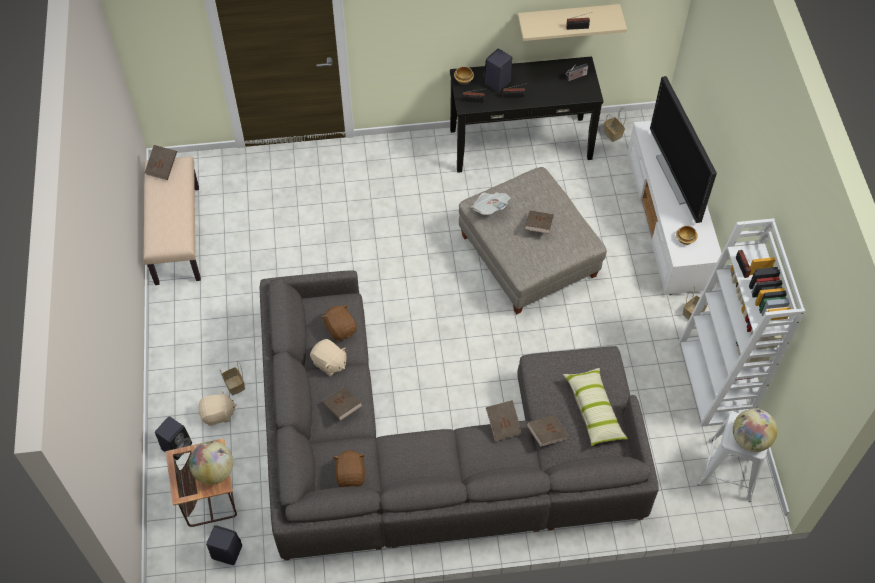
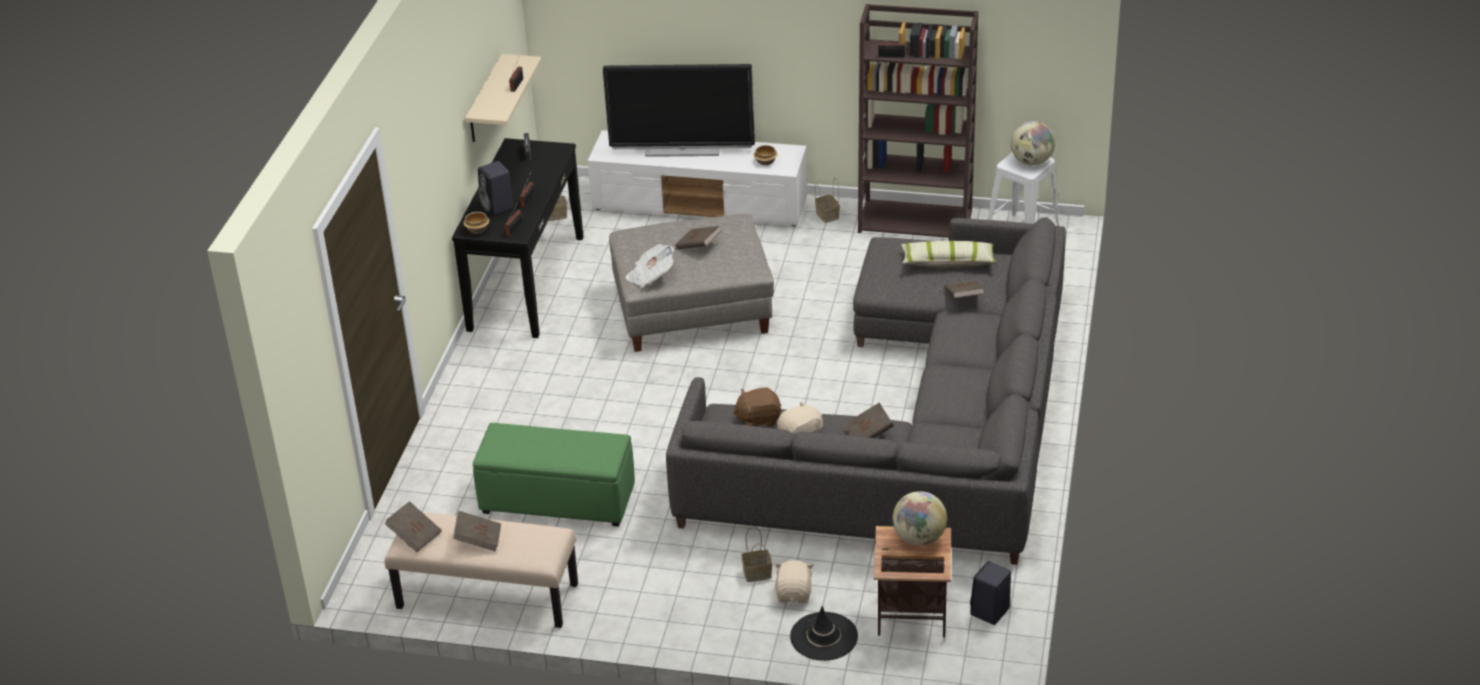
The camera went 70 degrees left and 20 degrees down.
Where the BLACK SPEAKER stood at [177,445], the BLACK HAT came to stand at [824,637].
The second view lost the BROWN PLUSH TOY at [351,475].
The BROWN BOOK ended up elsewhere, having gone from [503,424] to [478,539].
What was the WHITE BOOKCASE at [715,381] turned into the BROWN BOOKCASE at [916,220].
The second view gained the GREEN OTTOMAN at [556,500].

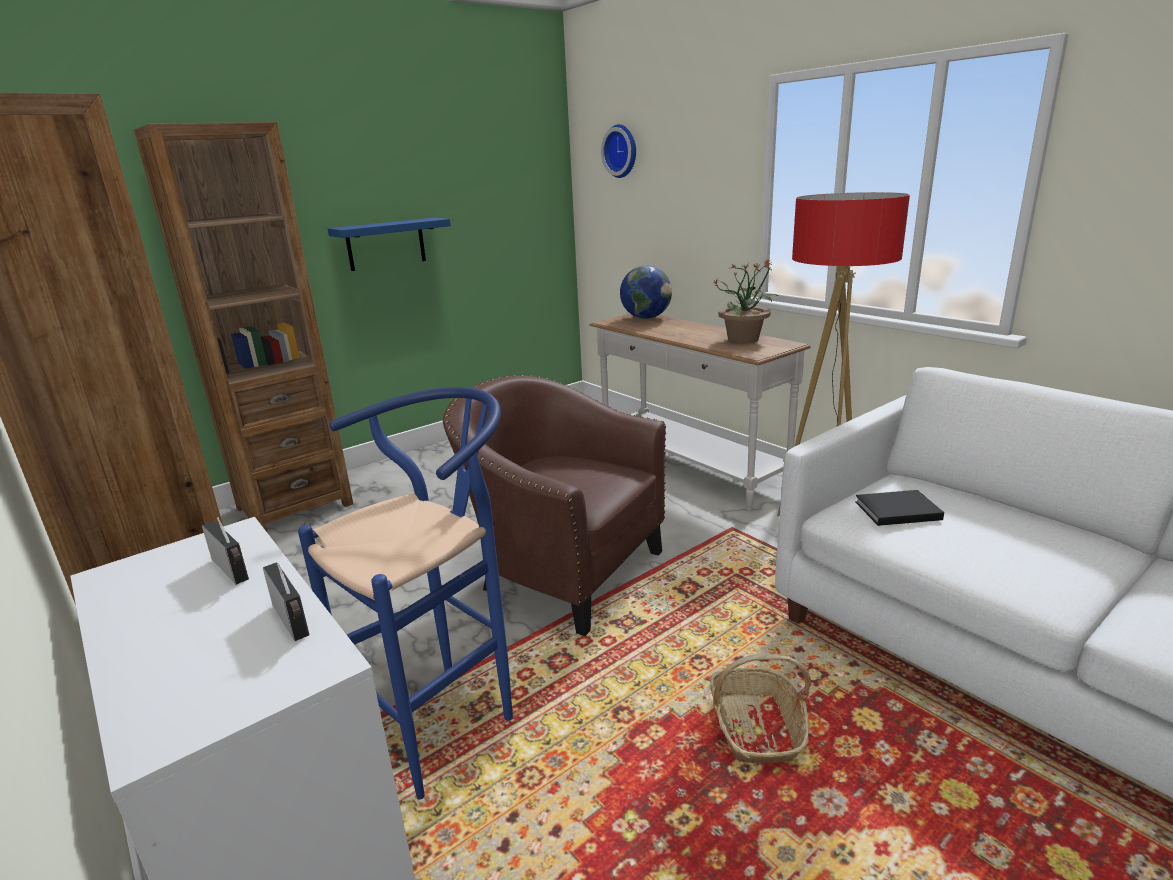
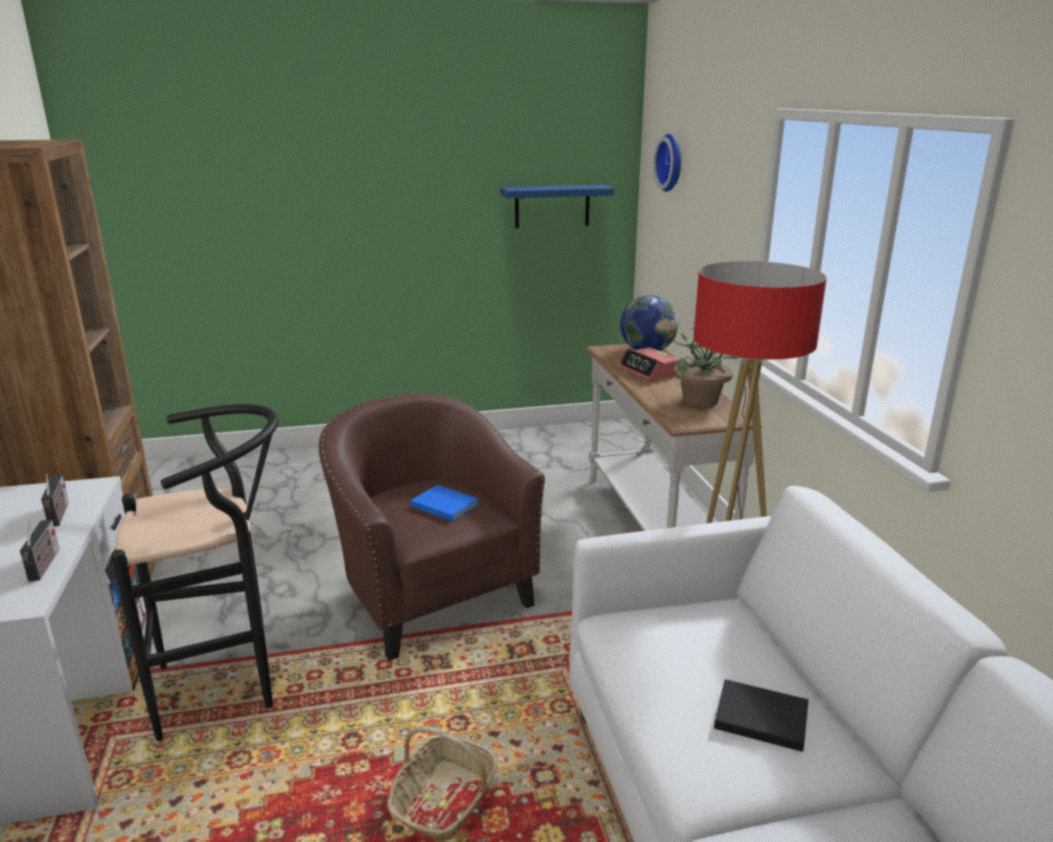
The camera went 25 degrees right and 0 degrees up.
The second view lost the BROWN BOOKCASE at [294,506].
What was the BLUE STOOL at [446,718] turned into the BLACK STOOL at [229,687].
The BLUE SHELF ended up elsewhere, having gone from [386,244] to [552,206].
The BLACK BOOK ended up elsewhere, having gone from [895,510] to [758,716].
The second view gained the BLUE BOOK at [444,504].
The second view gained the ALARM CLOCK at [649,371].

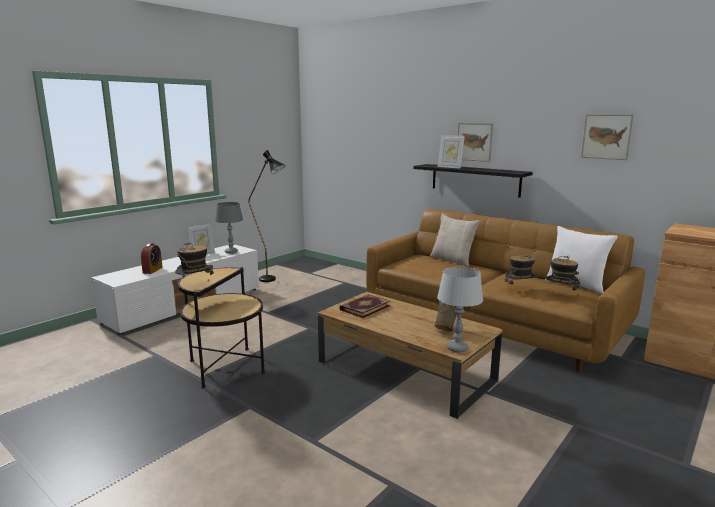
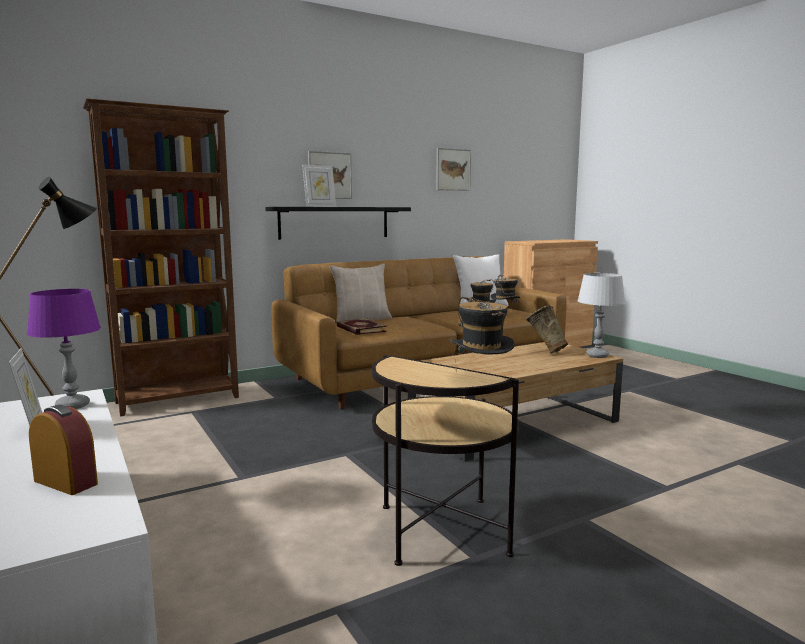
The camera went 70 degrees left and 5 degrees down.
What was the GREY TABLE LAMP at [231,252] turned into the PURPLE TABLE LAMP at [73,405].
The BOOK ended up elsewhere, having gone from [364,307] to [360,329].
The second view gained the BROWN BOOKCASE at [179,400].

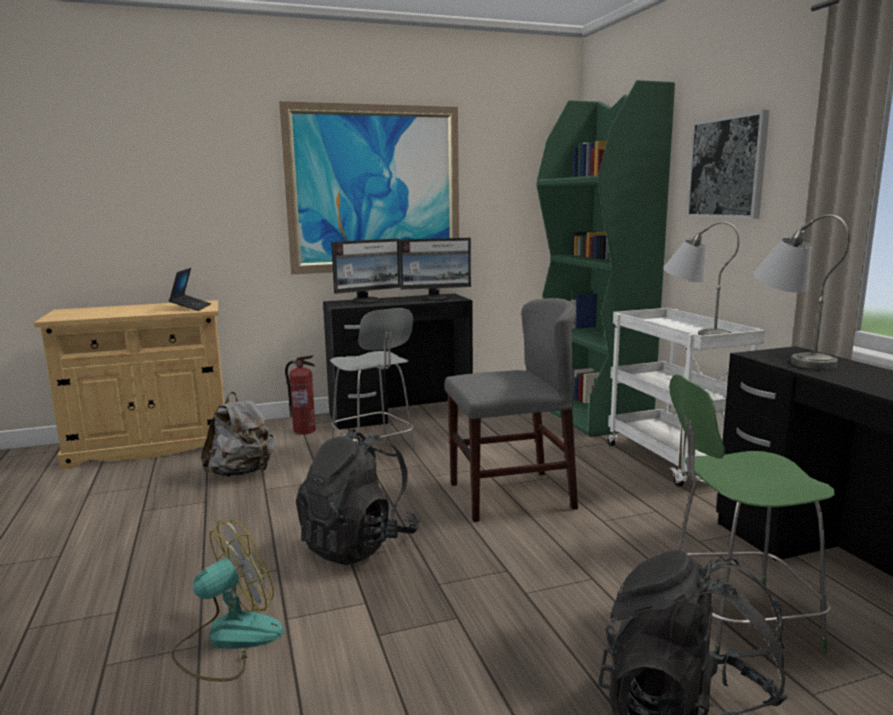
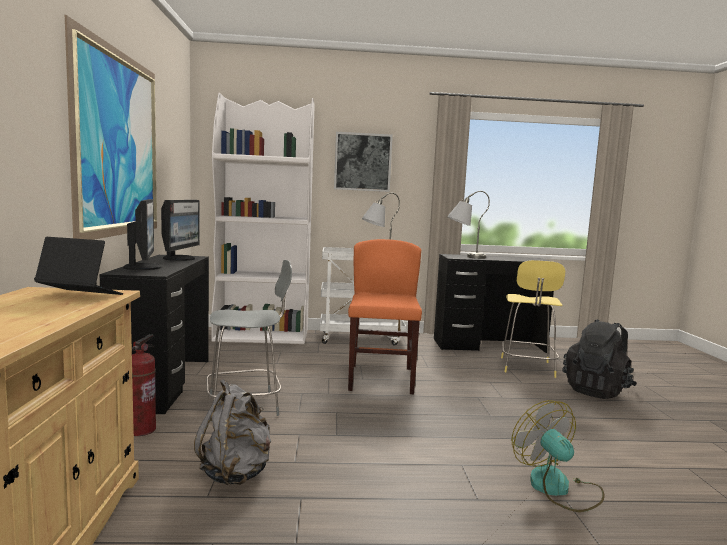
The camera went 75 degrees left and 5 degrees down.
The second view lost the BLACK BACKPACK at [358,544].
What was the GREY CHAIR at [511,496] turned into the ORANGE CHAIR at [381,379].
What was the GREEN BOOKCASE at [590,414] turned into the WHITE BOOKCASE at [263,335].
What was the GREEN STOOL at [735,621] turned into the YELLOW STOOL at [527,368].

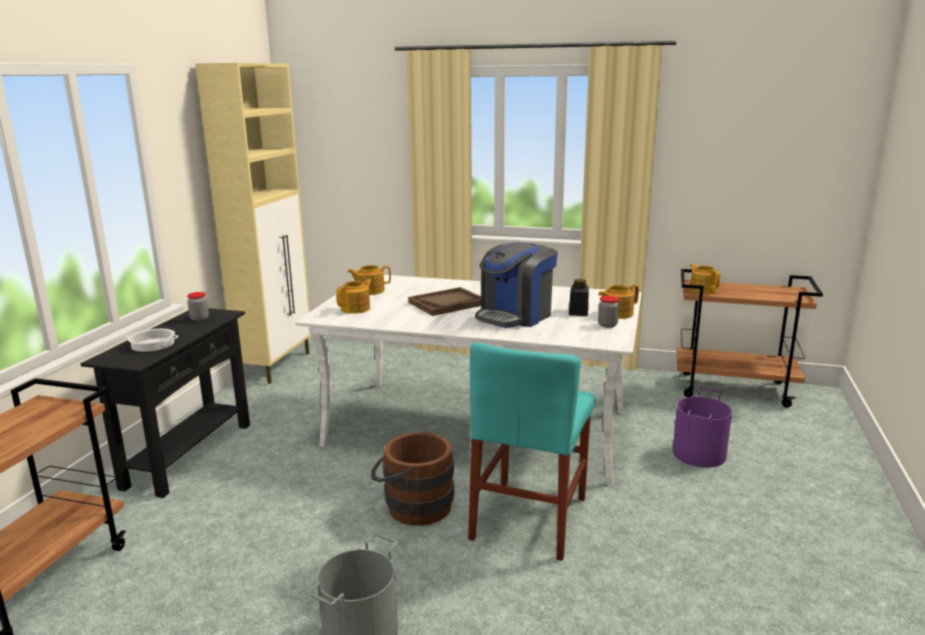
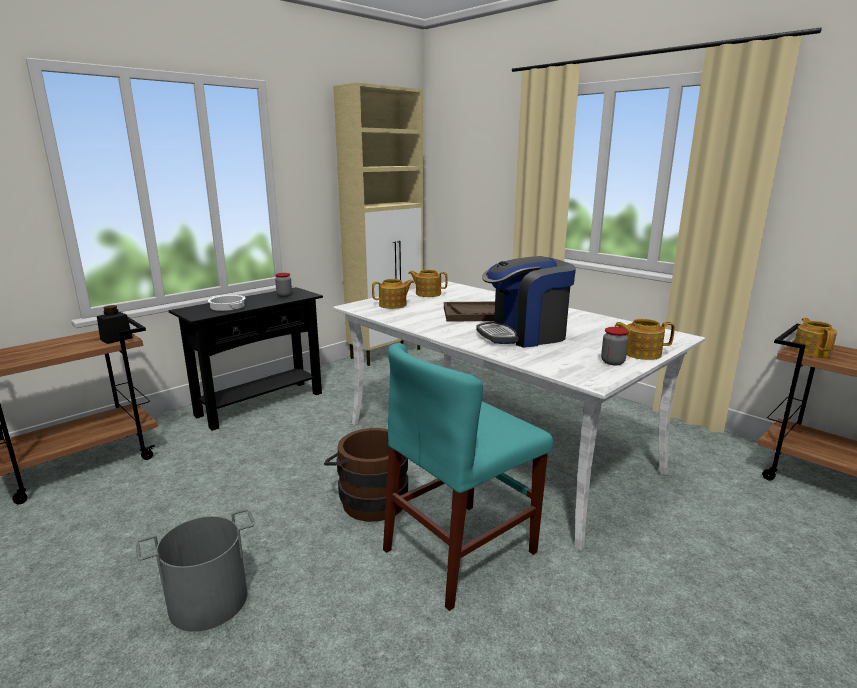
The camera went 30 degrees right and 0 degrees up.
The BLACK JAR ended up elsewhere, having gone from [578,312] to [116,339].
The second view lost the PURPLE BUCKET at [700,454].

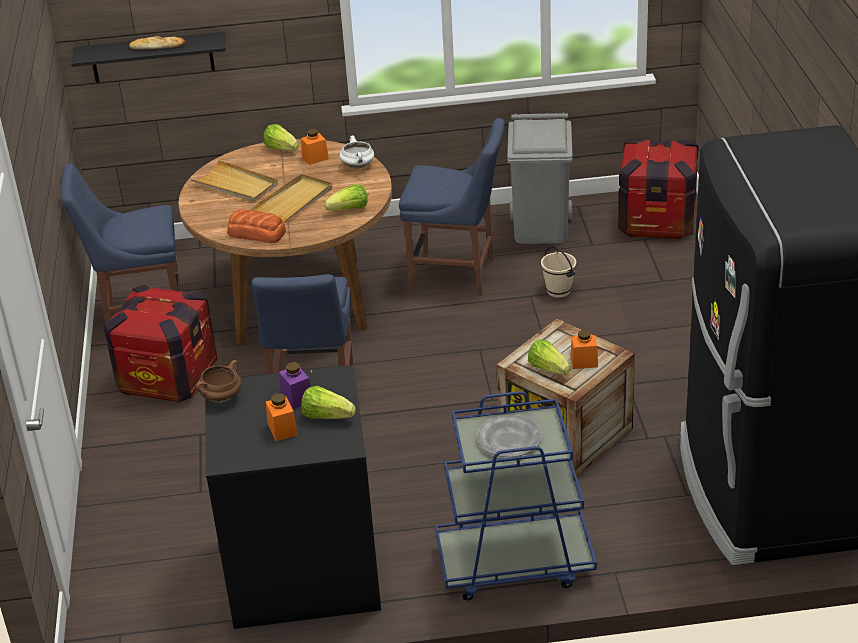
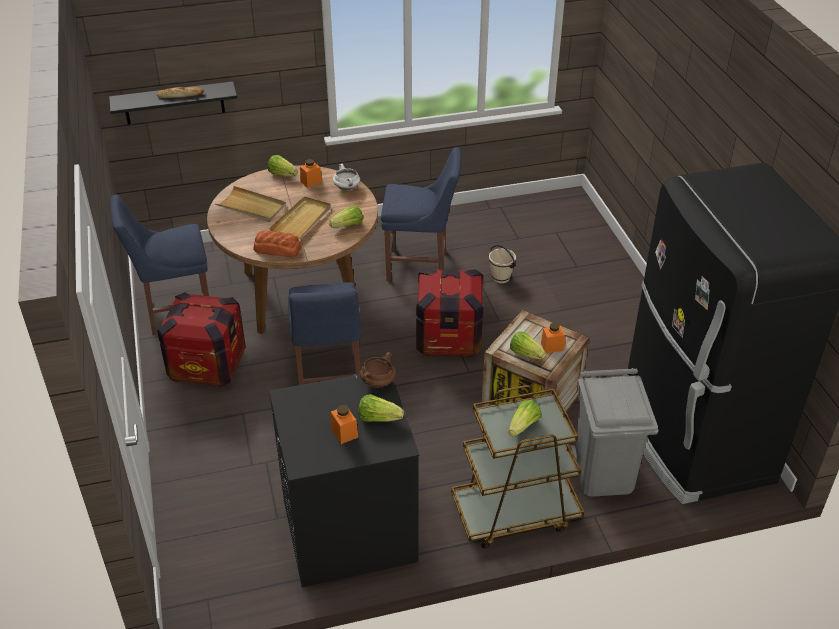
The camera went 10 degrees left and 5 degrees up.
The BROWN COOKING POT ended up elsewhere, having gone from [221,398] to [378,383].
The second view lost the PURPLE JAR at [296,398].
What was the BLUE CART at [514,563] turned into the BROWN CART at [515,513].
Where the GREY PLATE stood at [510,440], the LETTUCE came to stand at [523,426].
The GREY TRASH CAN ended up elsewhere, having gone from [541,228] to [604,474].
The CRATE ended up elsewhere, having gone from [657,221] to [449,337].

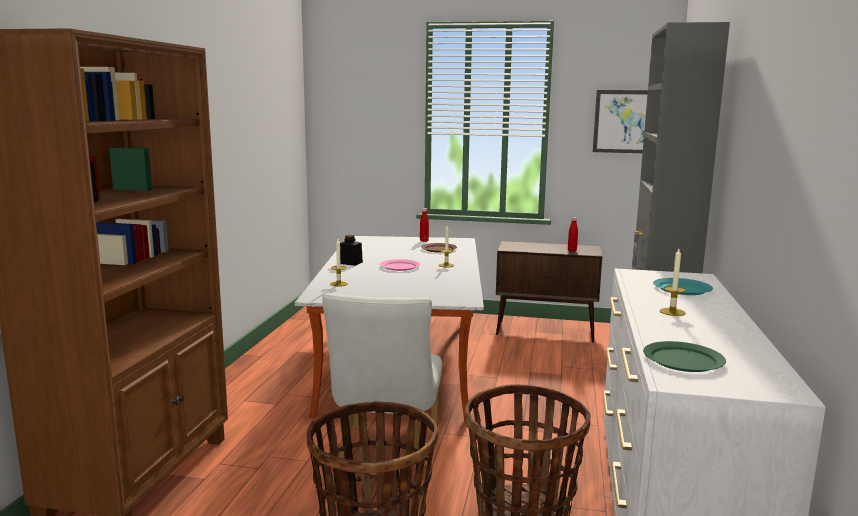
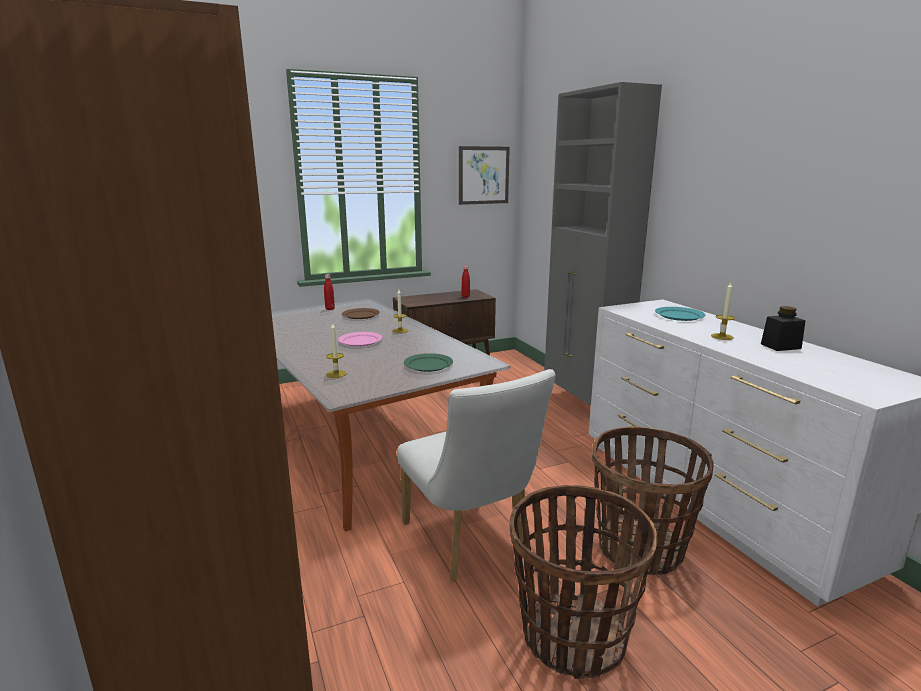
The camera went 35 degrees left and 5 degrees up.
The BLACK JAR ended up elsewhere, having gone from [350,263] to [780,346].
The GREEN PLATE ended up elsewhere, having gone from [683,360] to [428,365].

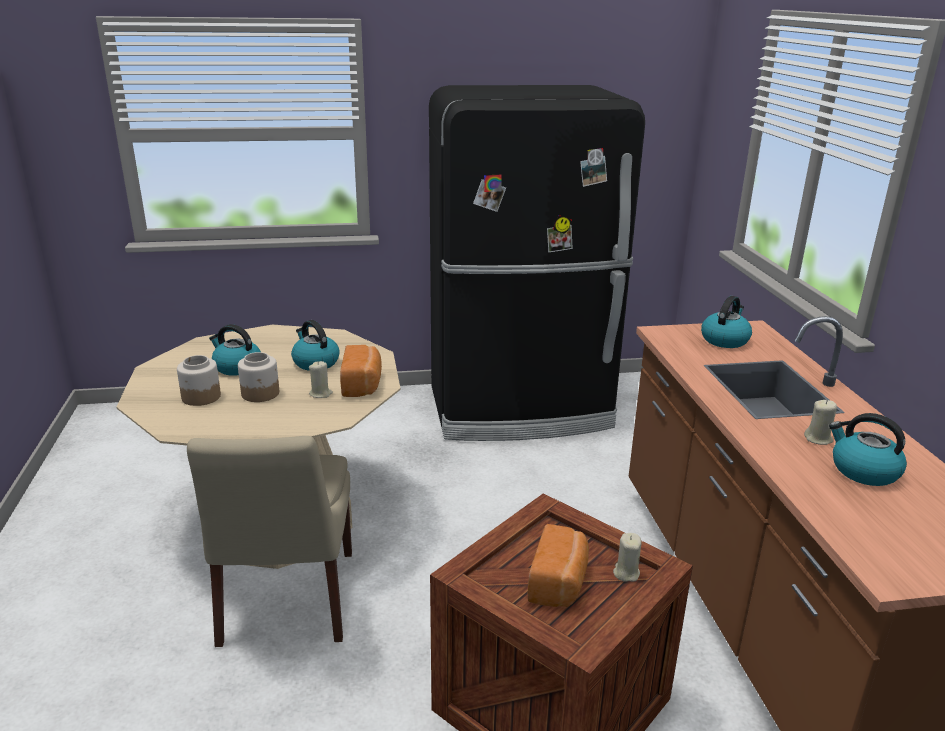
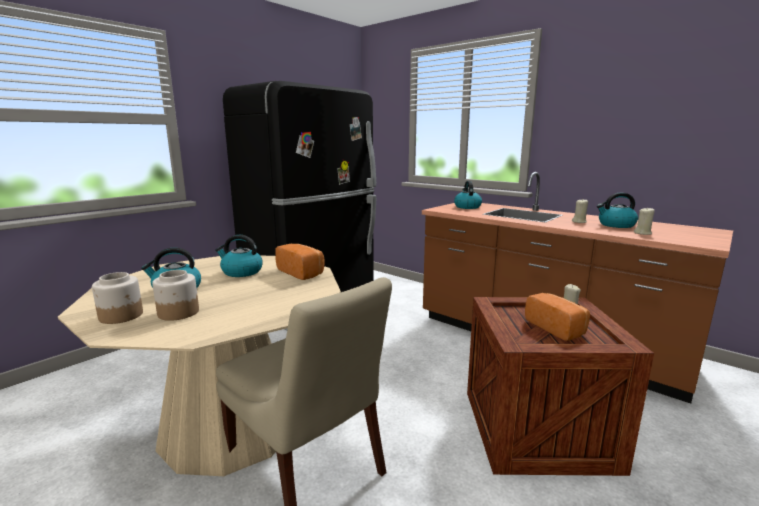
The camera went 40 degrees left and 10 degrees down.
The JAR ended up elsewhere, having gone from [261,394] to [122,316].
The BEIGE CANDLE ended up elsewhere, having gone from [321,394] to [642,233].

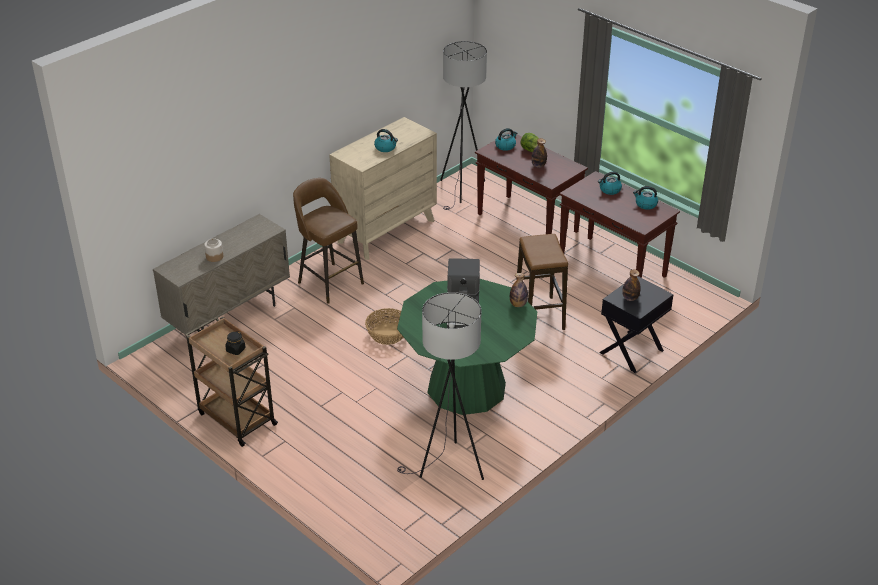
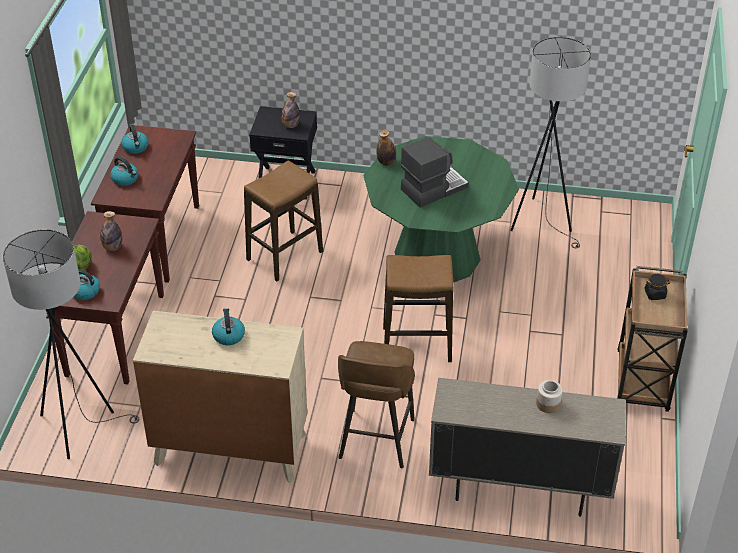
The camera went 125 degrees left and 5 degrees up.
Where the BASKET stood at [387,334], the STOOL came to stand at [416,345].

